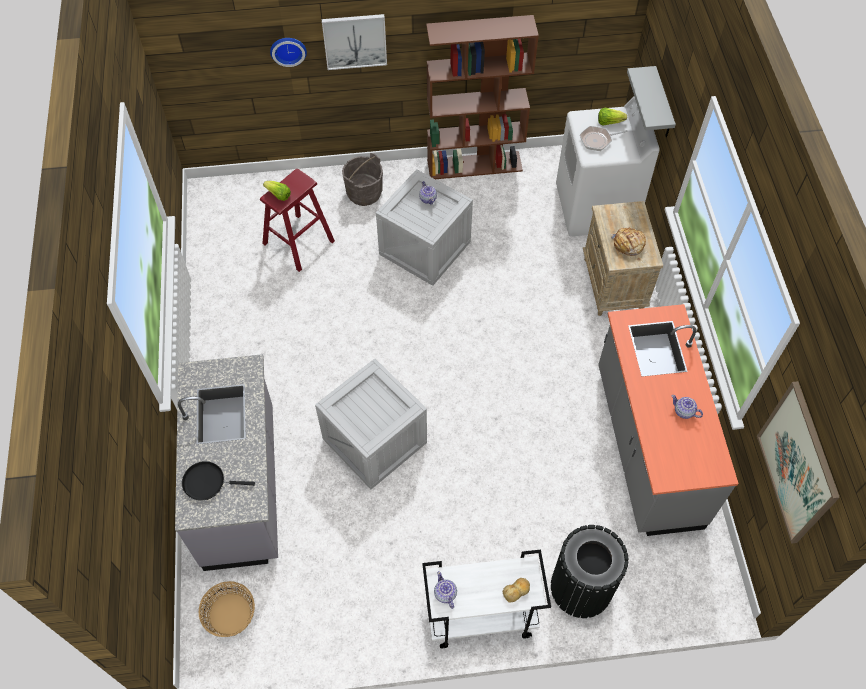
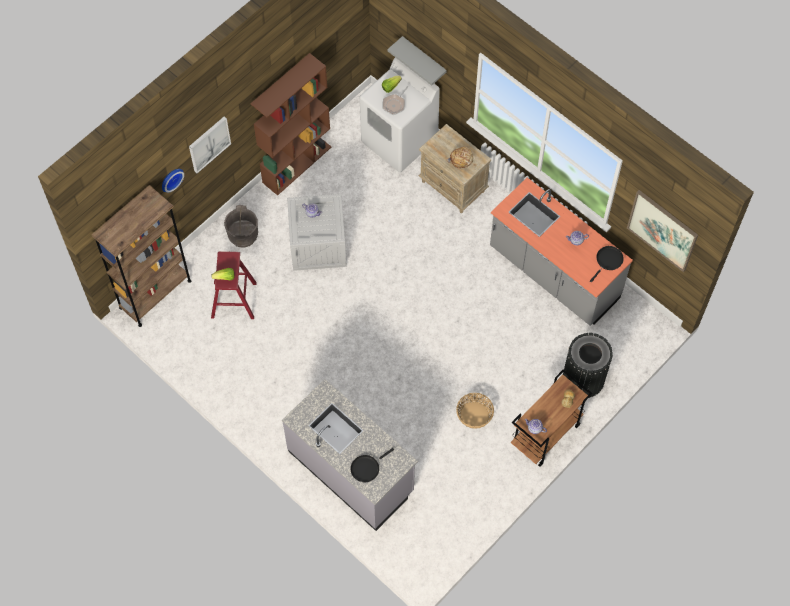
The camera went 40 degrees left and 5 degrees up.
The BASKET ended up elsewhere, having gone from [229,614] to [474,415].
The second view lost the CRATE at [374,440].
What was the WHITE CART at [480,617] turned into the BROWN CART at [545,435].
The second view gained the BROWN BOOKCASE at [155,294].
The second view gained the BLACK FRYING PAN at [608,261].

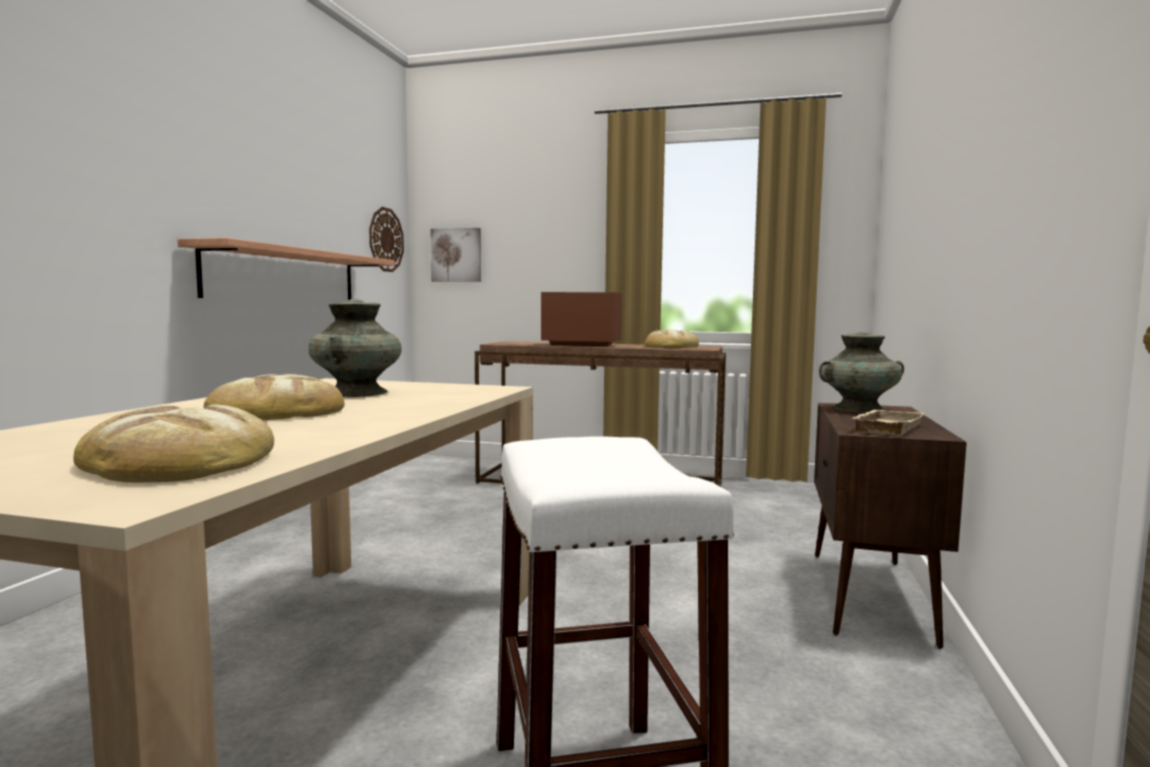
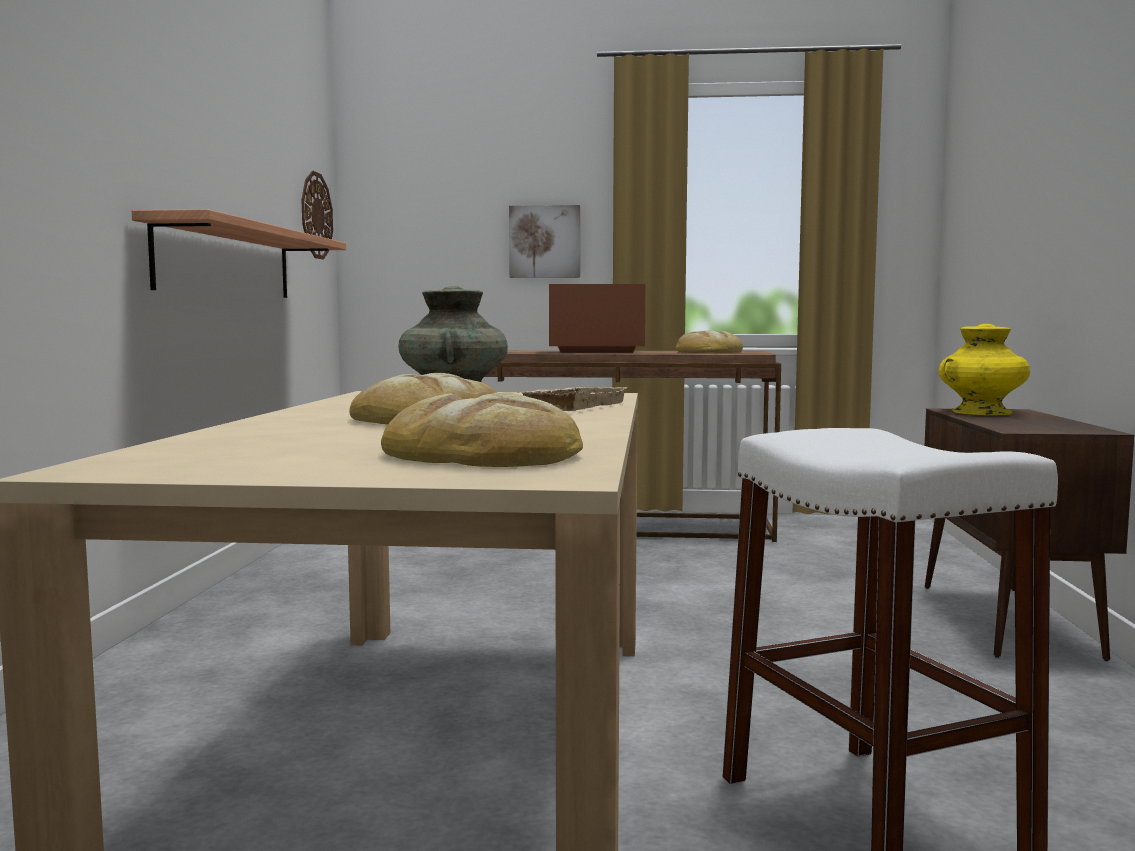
The camera went 10 degrees left and 0 degrees up.
The PICTURE ended up elsewhere, having gone from [456,255] to [545,242].
What was the TURQUOISE VASE at [859,409] turned into the YELLOW VASE at [982,412].
The BEIGE TRAY ended up elsewhere, having gone from [884,427] to [571,406].

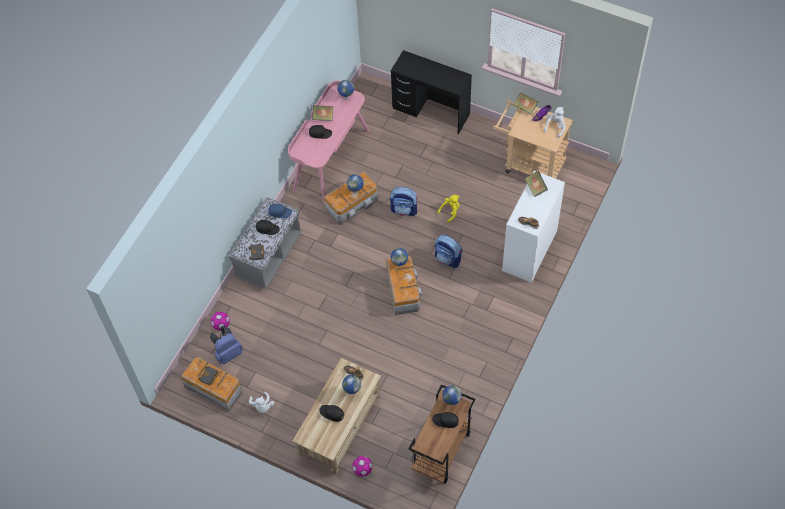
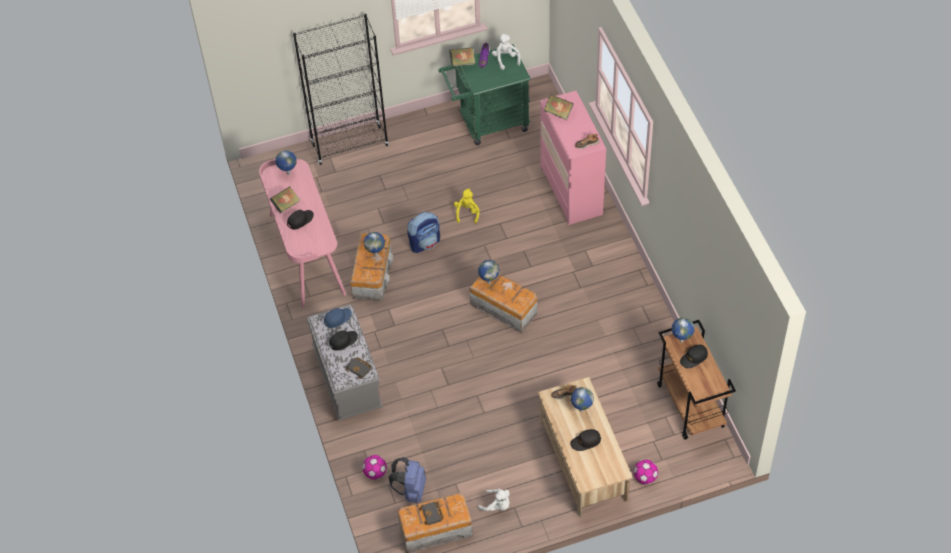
The camera went 45 degrees left and 5 degrees down.
Where the BLACK DESK stood at [431,111], the BLACK BOOKCASE came to stand at [350,145].
The second view lost the BACKPACK at [448,259].
What was the BEIGE CART at [529,163] turned into the GREEN CART at [487,123].
What was the WHITE DRESSER at [529,250] turned into the PINK DRESSER at [571,191].

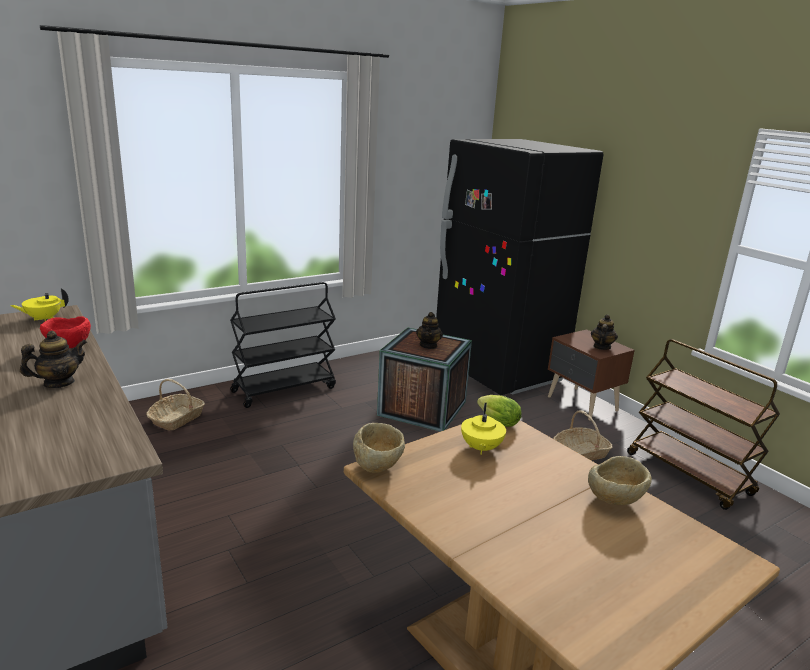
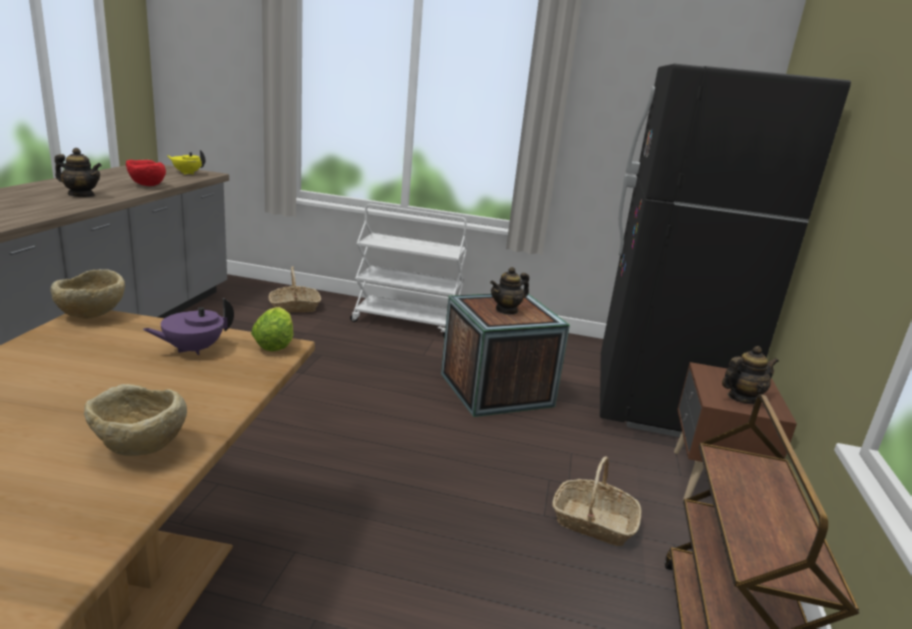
The camera went 45 degrees right and 0 degrees up.
What was the BLACK CART at [284,389] turned into the WHITE CART at [407,322].
What was the YELLOW TEAPOT at [480,448] turned into the PURPLE TEAPOT at [193,349].

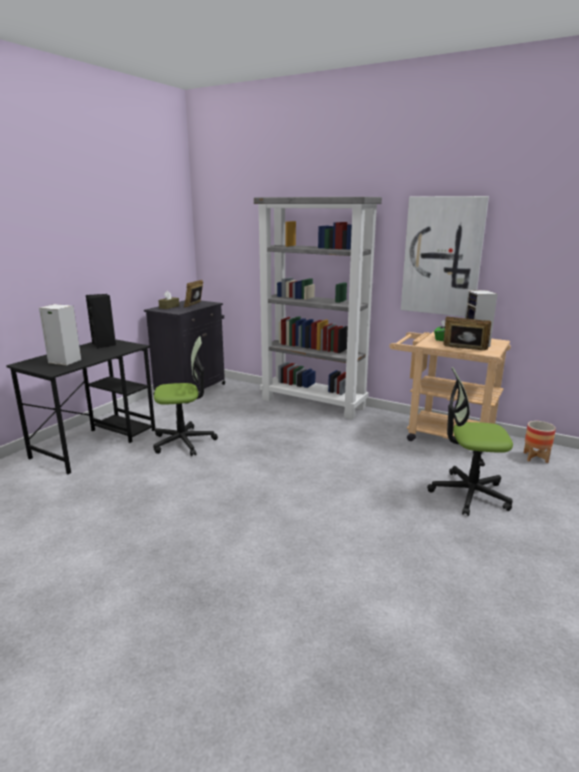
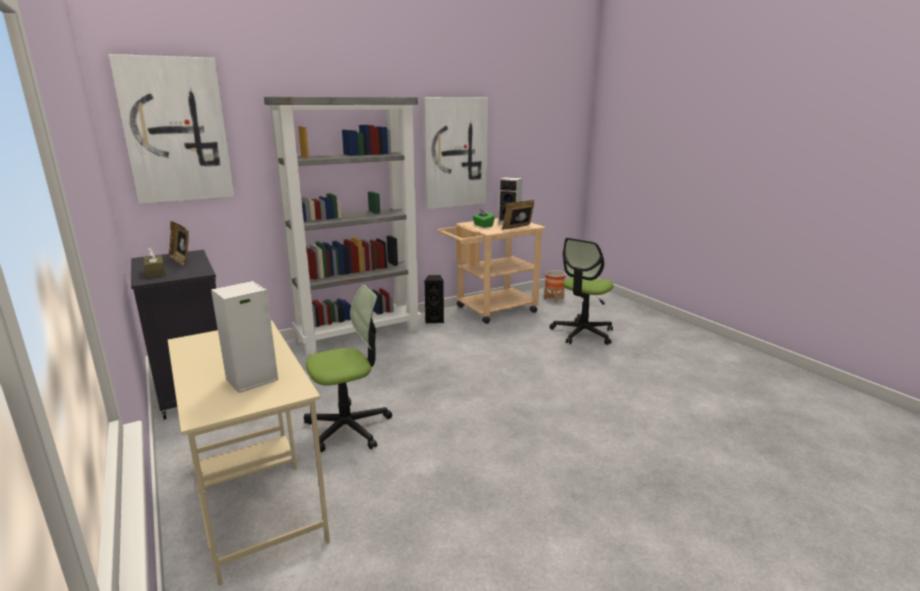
The camera went 60 degrees left and 0 degrees up.
What was the BLACK DESK at [96,443] turned into the BEIGE DESK at [256,500].
The BLACK SPEAKER ended up elsewhere, having gone from [104,345] to [435,320].
The OFFICE CHAIR at [184,442] ended up facing another way, 45 degrees clockwise from before.
The second view gained the PICTURE at [176,130].

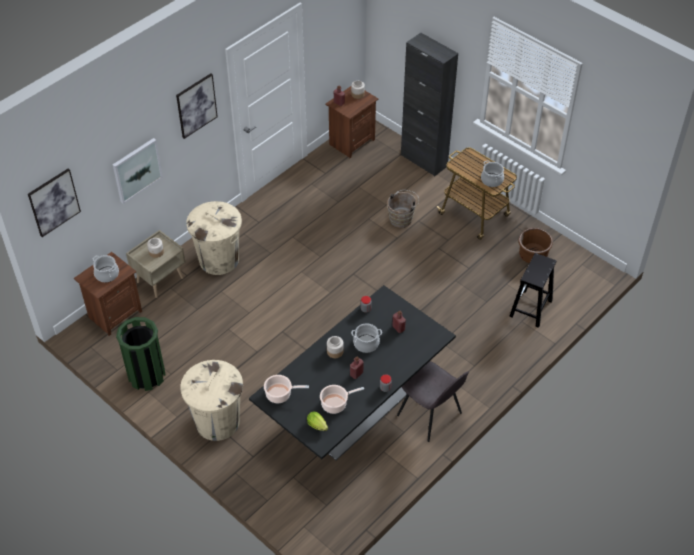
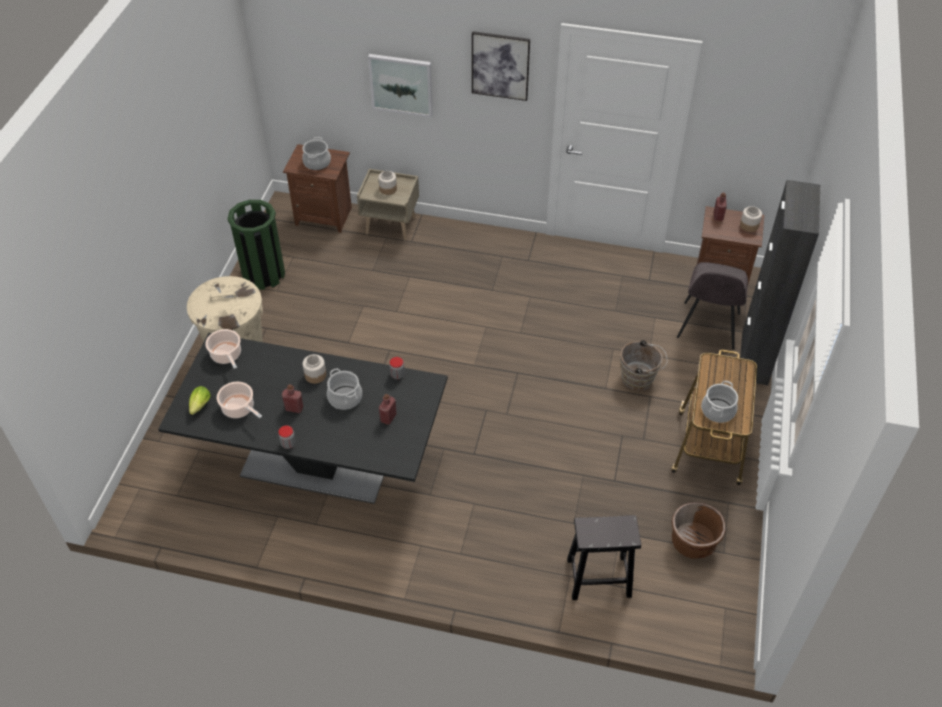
The camera went 60 degrees right and 0 degrees up.
The second view lost the PICTURE at [54,202].
The second view lost the BEIGE TRASH CAN at [219,259].
The GREY CHAIR ended up elsewhere, having gone from [430,415] to [708,327].

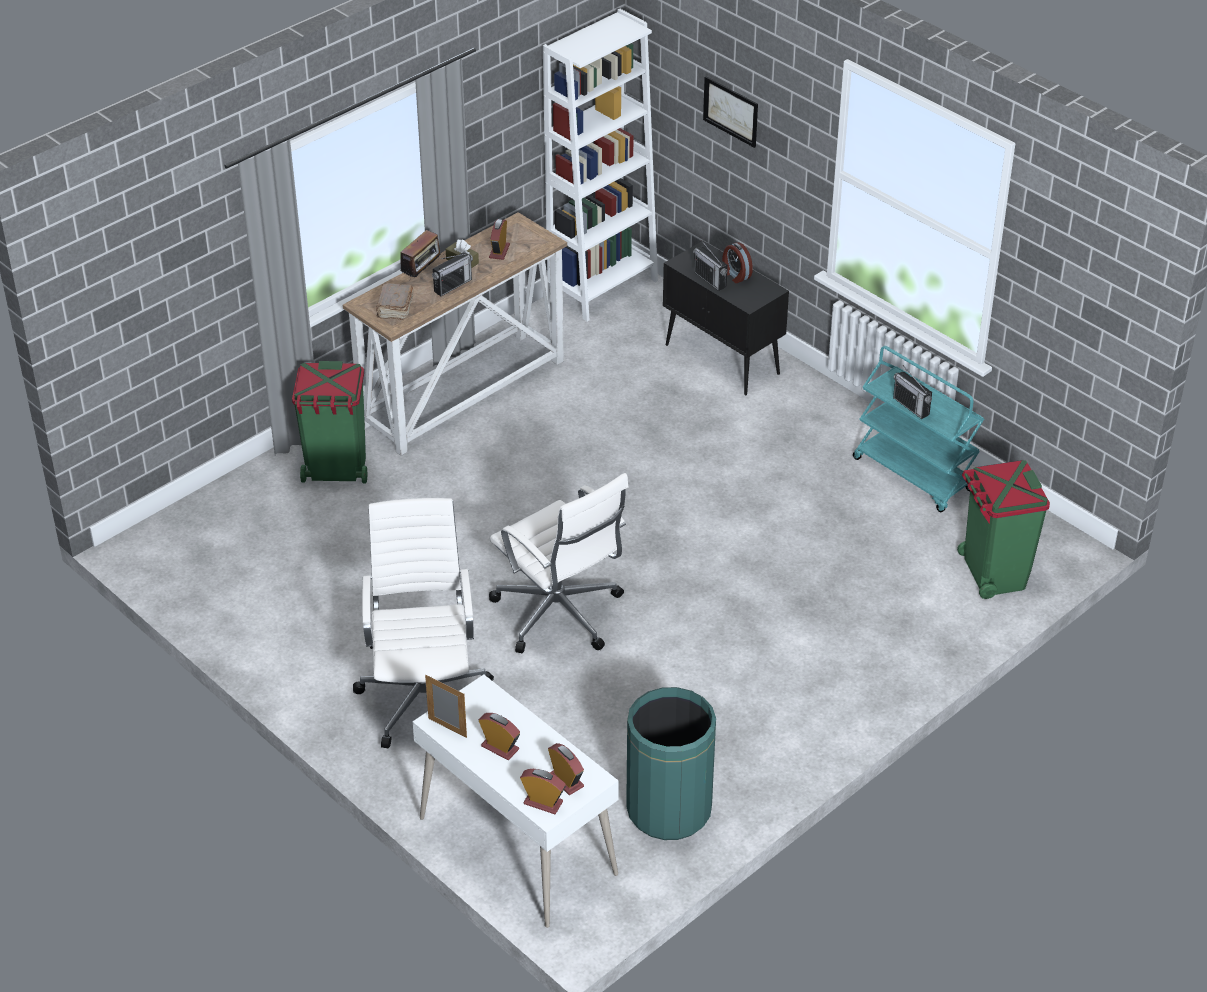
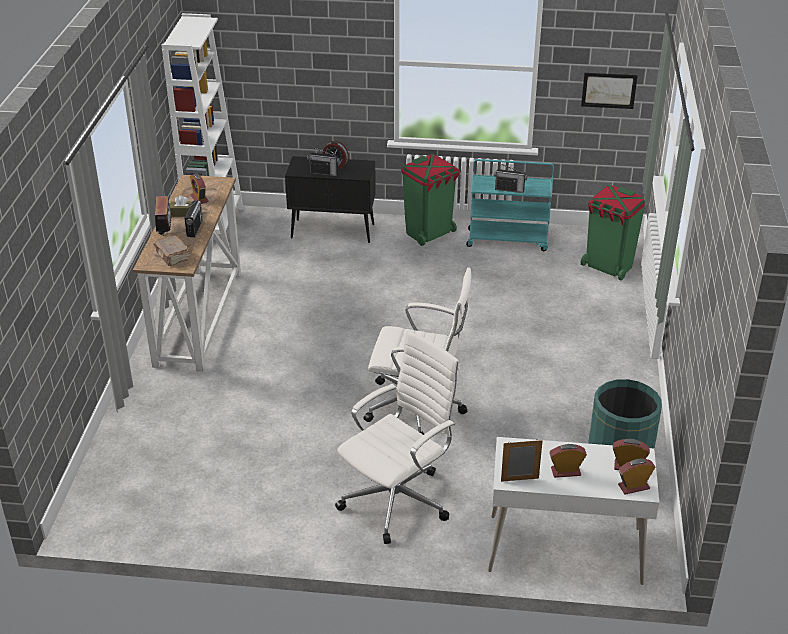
The camera went 40 degrees left and 5 degrees down.
The GREEN TRASH CAN ended up elsewhere, having gone from [337,470] to [429,233].
The WHITE OFFICE CHAIR at [424,697] ended up facing another way, 90 degrees clockwise from before.
The PICTURE ended up elsewhere, having gone from [730,111] to [608,90].

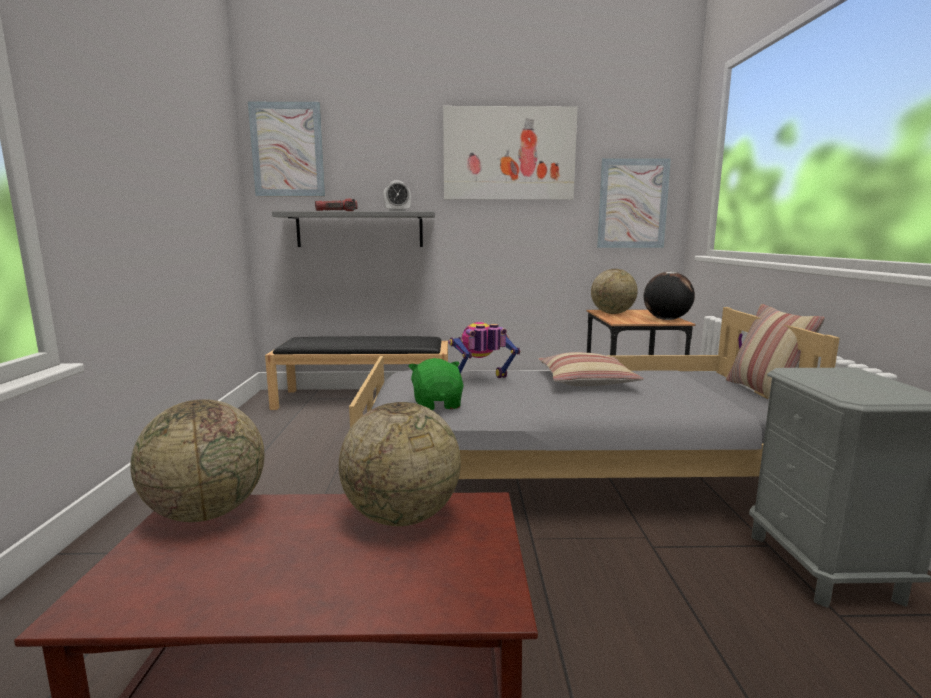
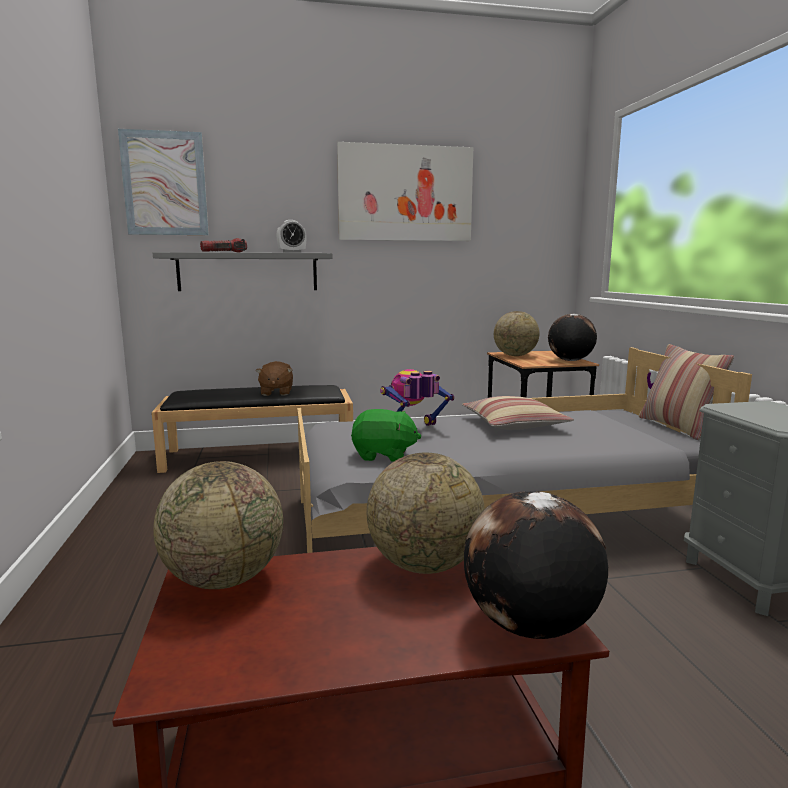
The camera went 10 degrees left and 0 degrees up.
The GREEN PLUSH TOY at [437,404] ended up facing another way, 120 degrees clockwise from before.
The second view lost the PICTURE at [632,204].
The second view gained the BROWN PLUSH TOY at [276,392].
The second view gained the GLOBE at [529,626].

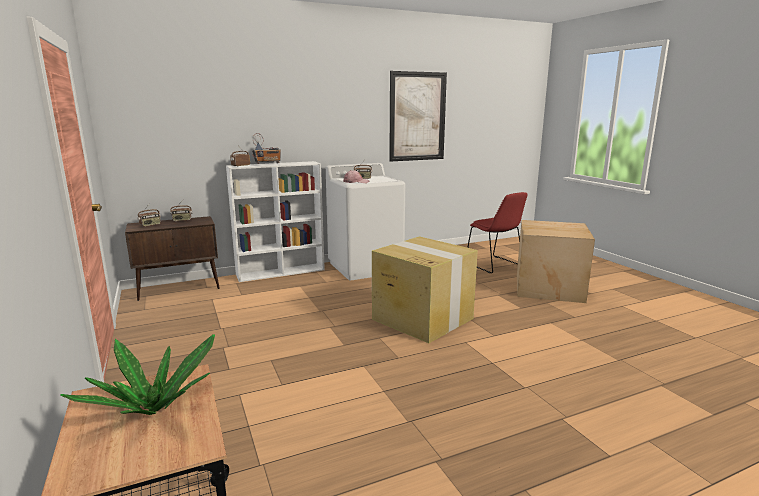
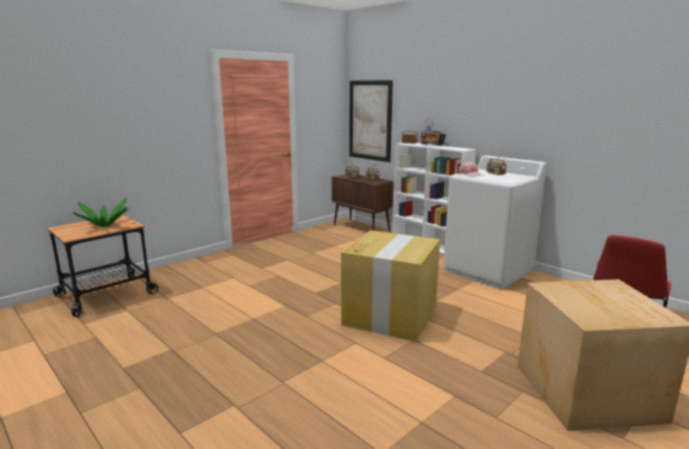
The camera went 70 degrees right and 0 degrees up.
The PICTURE ended up elsewhere, having gone from [417,117] to [370,120].

